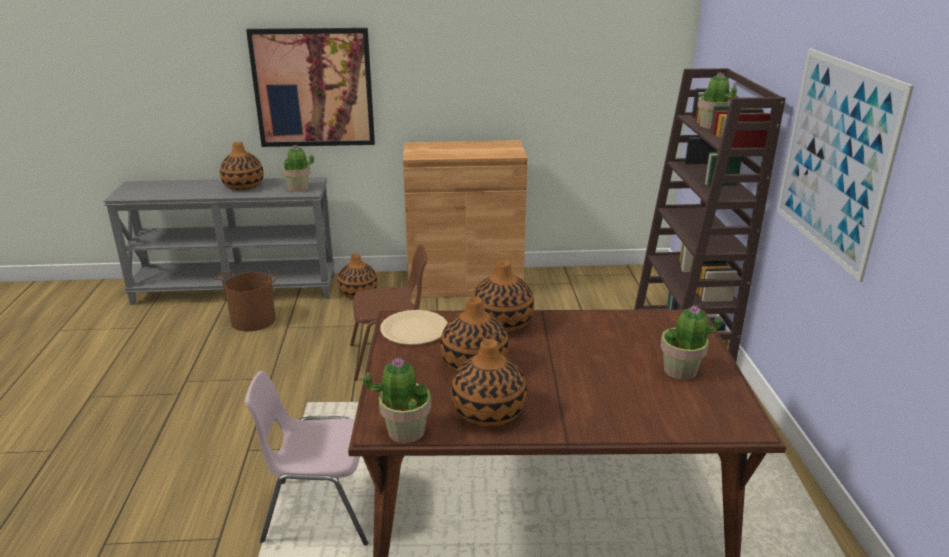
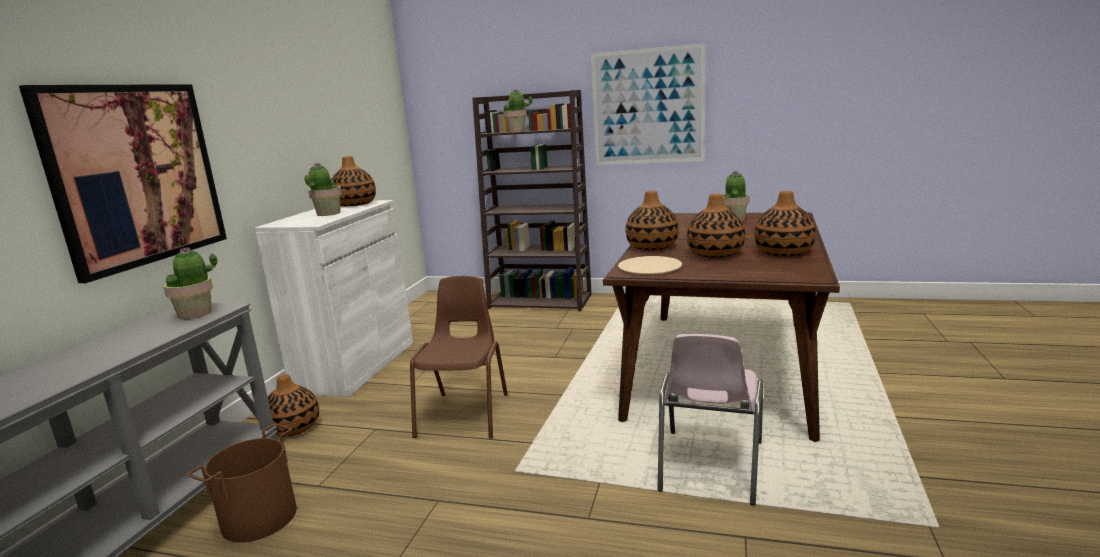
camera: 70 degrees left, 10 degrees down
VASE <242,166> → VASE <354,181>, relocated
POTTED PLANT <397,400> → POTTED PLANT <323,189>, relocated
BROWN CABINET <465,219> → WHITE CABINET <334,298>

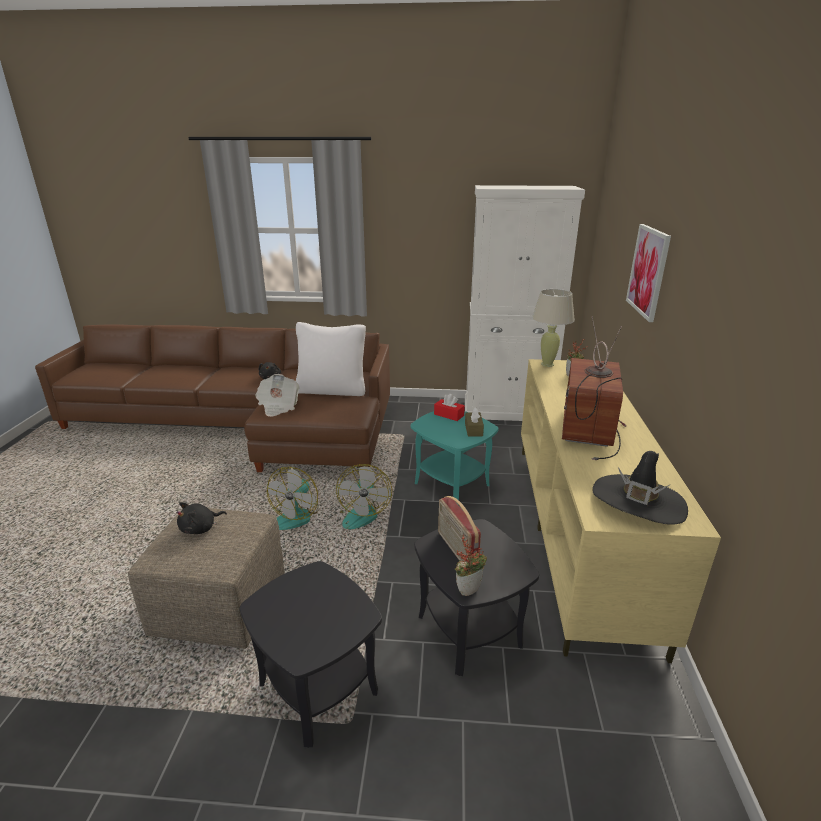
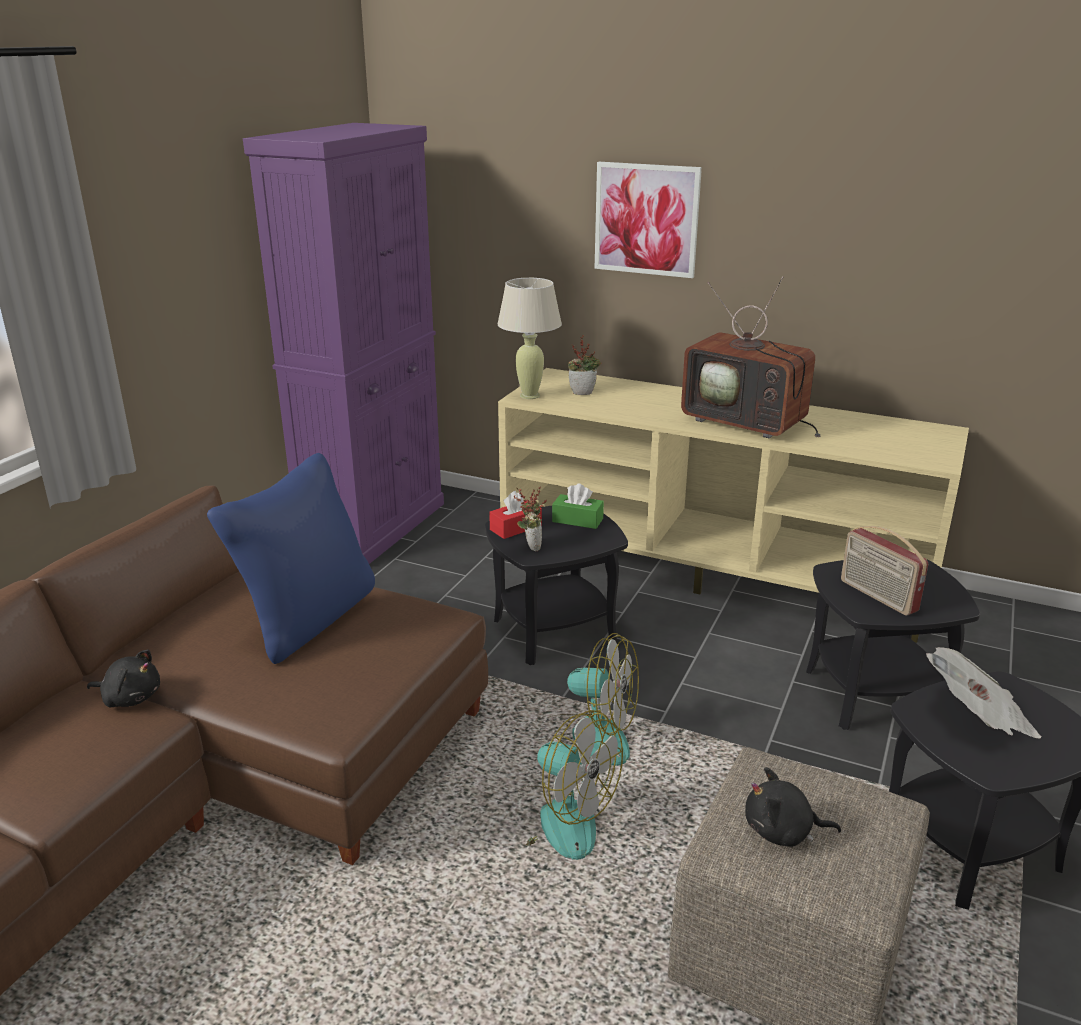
camera: 70 degrees left, 0 degrees up
BLACK HAT <640,488> → -
NEWSPAPER <277,395> → NEWSPAPER <983,692>, relocated
POTTED PLANT <471,565> → POTTED PLANT <530,519>, relocated
WHITE PILLOW <331,359> → BLUE PILLOW <291,558>
TURQUOISE SIDE TABLE <454,458> → BLACK SIDE TABLE <556,585>
WHITE CABINET <525,303> → PURPLE CABINET <343,343>
BROWN TISSUE BOX <474,422> → GREEN TISSUE BOX <578,506>
BLACK PLUSH TOY <201,518> → BLACK PLUSH TOY <793,807>, 120 degrees clockwise
RADIO <459,528> → RADIO <884,570>, 60 degrees clockwise

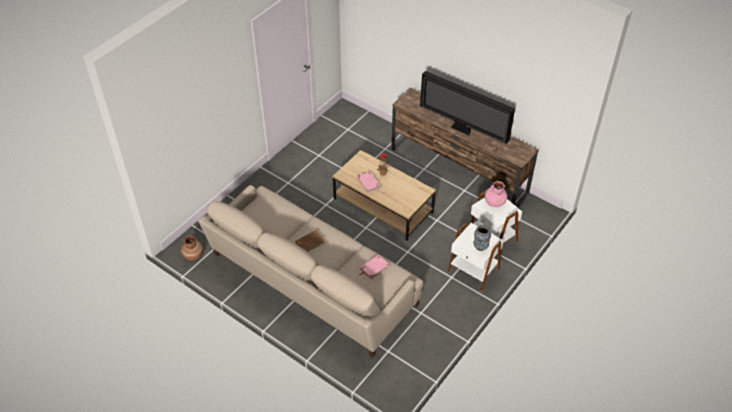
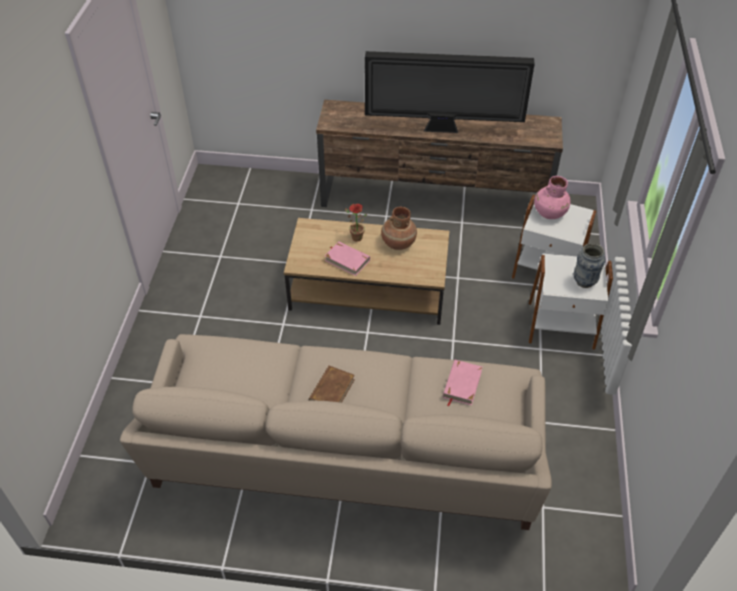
camera: 30 degrees left, 0 degrees up
BROWN VASE <192,248> → BROWN VASE <399,228>, relocated

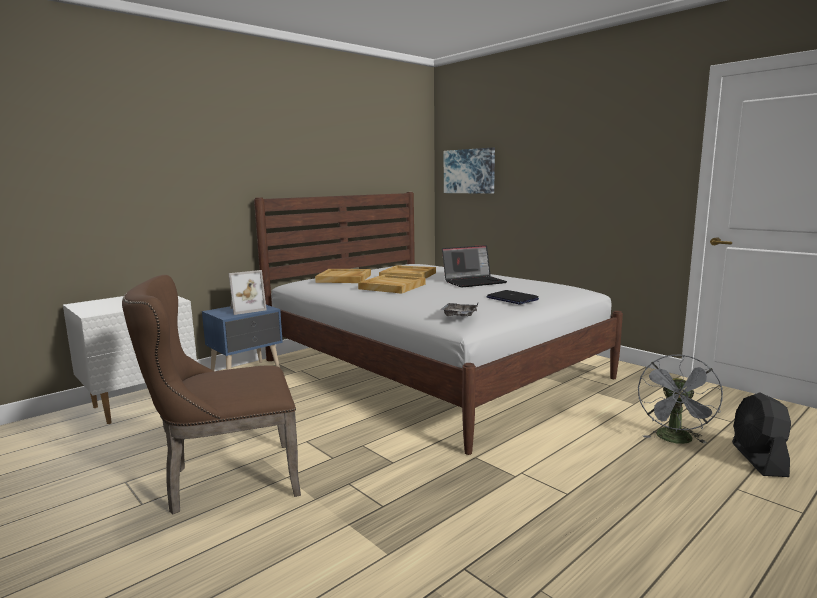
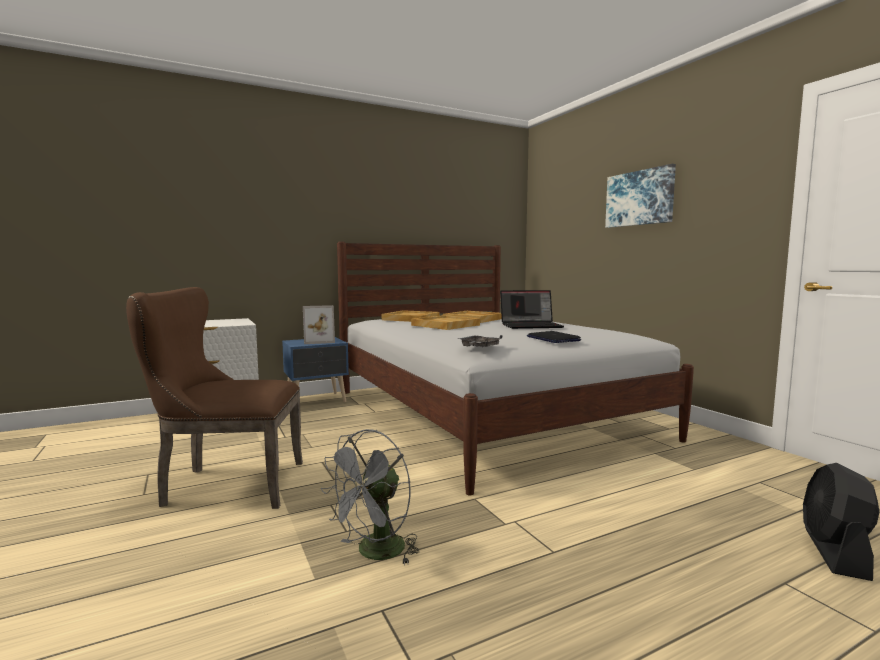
camera: 15 degrees right, 5 degrees down
PICTURE <469,171> → PICTURE <640,196>, relocated
GREY FAN <680,399> → GREY FAN <370,497>, relocated

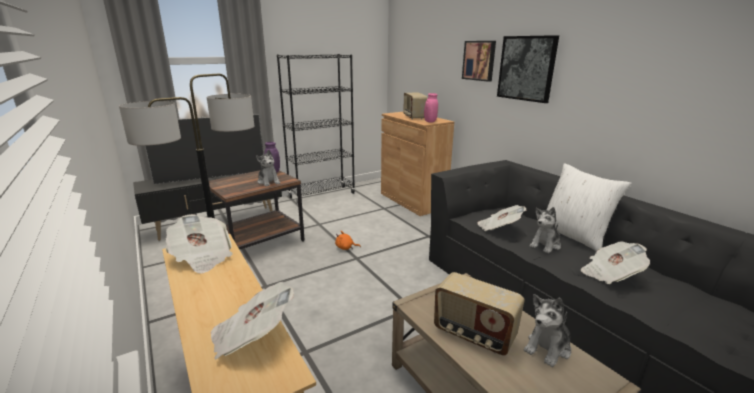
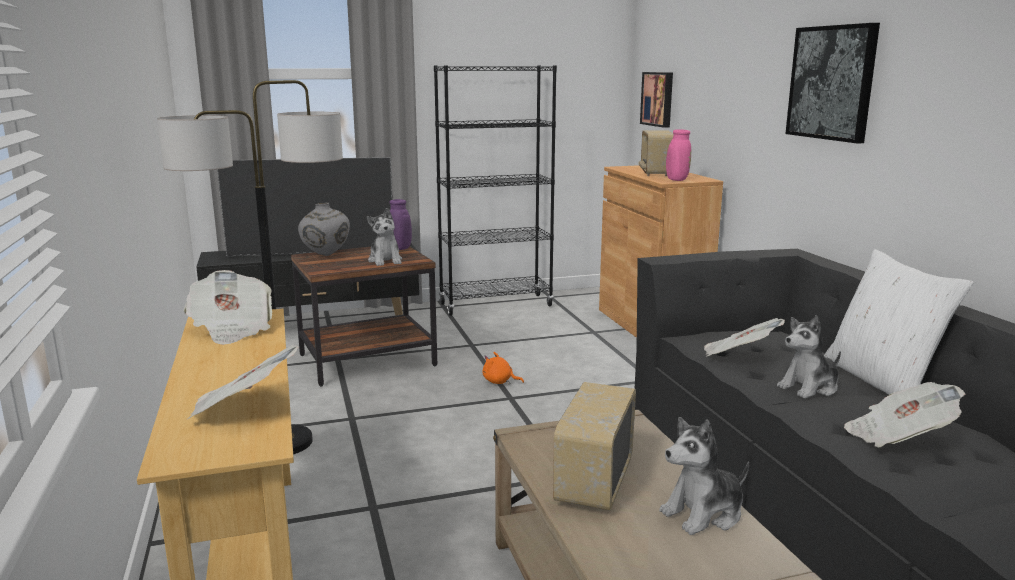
camera: 15 degrees right, 5 degrees down
- → GREY VASE <324,229>
PICTURE <479,61> → PICTURE <656,100>, relocated
RADIO <479,313> → RADIO <594,446>, 60 degrees clockwise

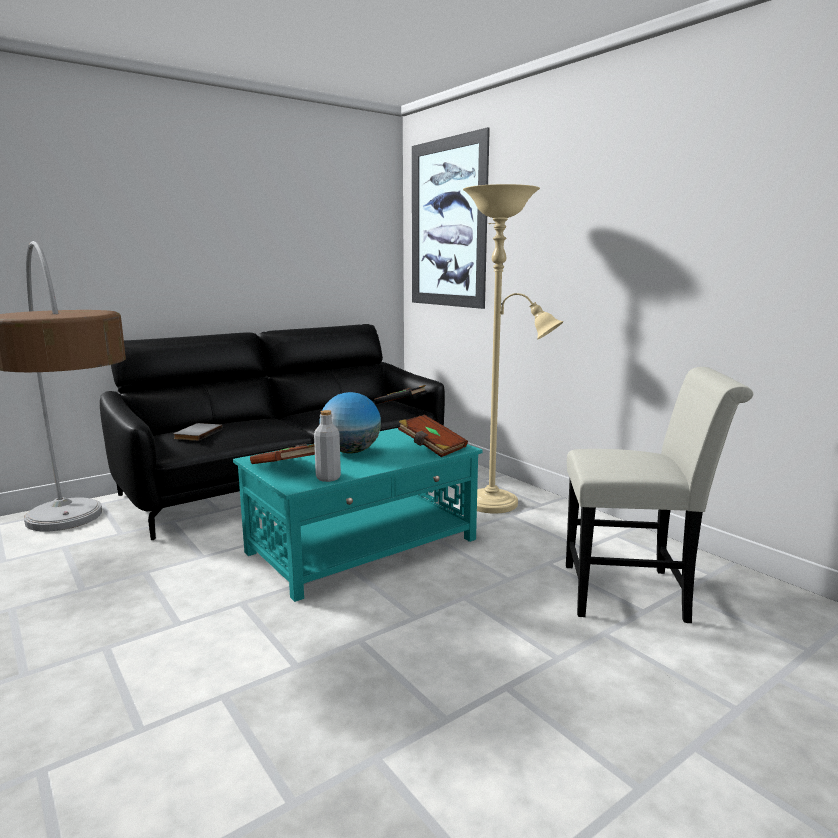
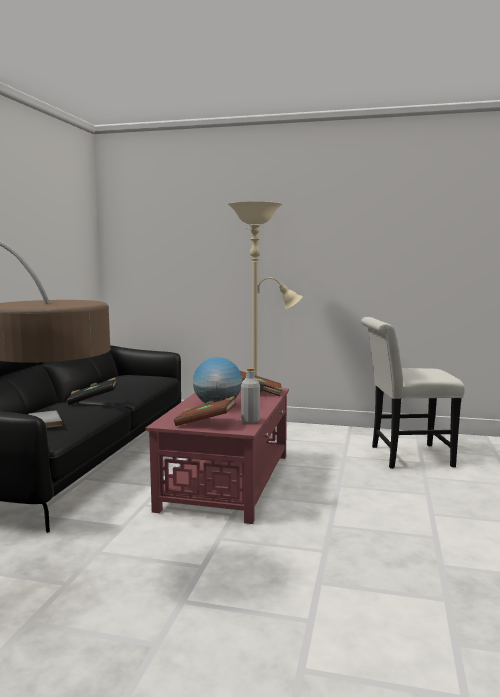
camera: 40 degrees left, 5 degrees down
PICTURE <451,218> → -
BLACK BOOK <400,394> → BLACK BOOK <92,391>, relocated
TURQUOISE COFFEE TABLE <358,515> → RED COFFEE TABLE <217,456>
WHITE CHAIR <659,495> → WHITE CHAIR <413,393>, 150 degrees counterclockwise

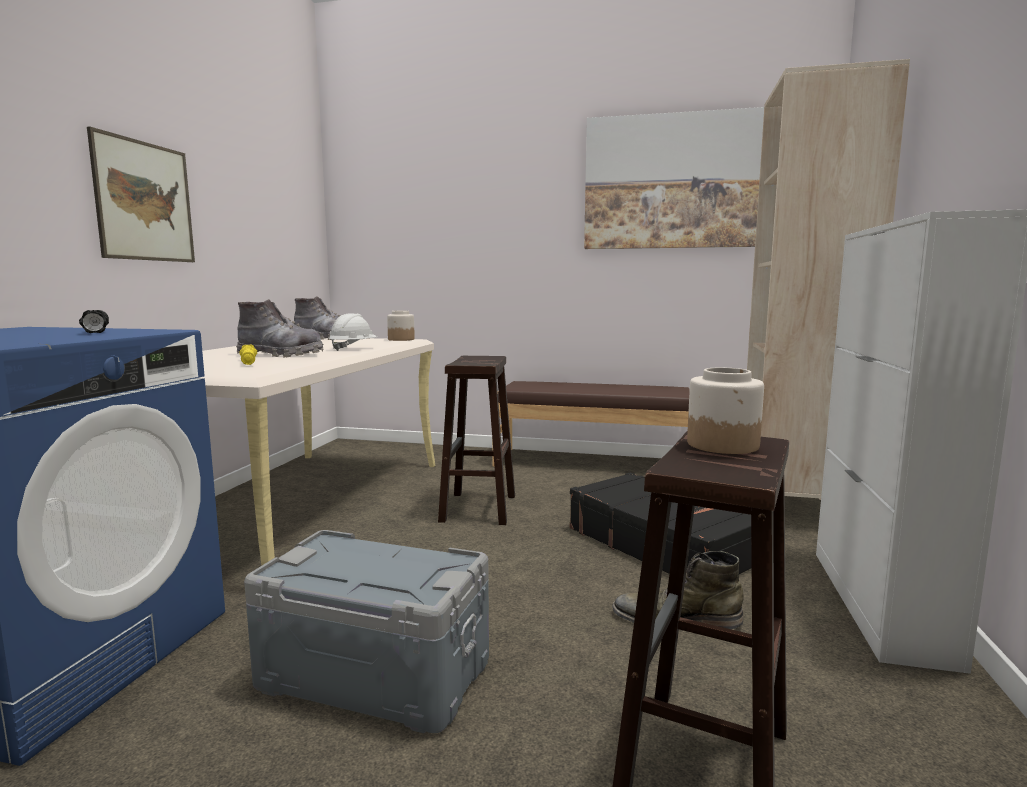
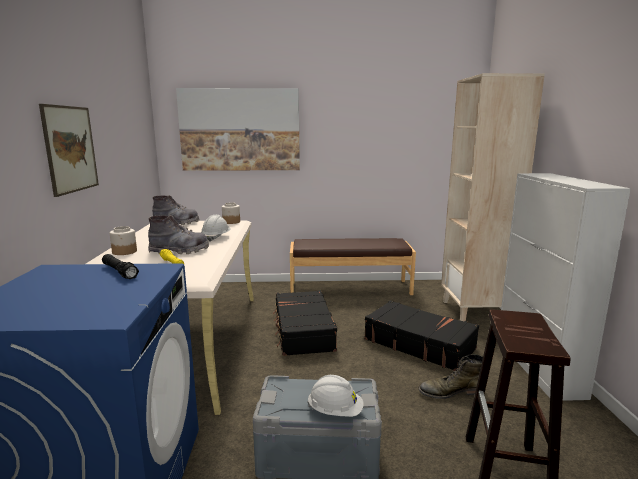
camera: 15 degrees left, 5 degrees up
- → WHITE HARD HAT <335,396>
PICTURE <674,178> → PICTURE <238,129>, relocated
JAR <725,410> → JAR <123,240>, relocated
BROWN STOOL <476,440> → BLACK SUITCASE <305,323>

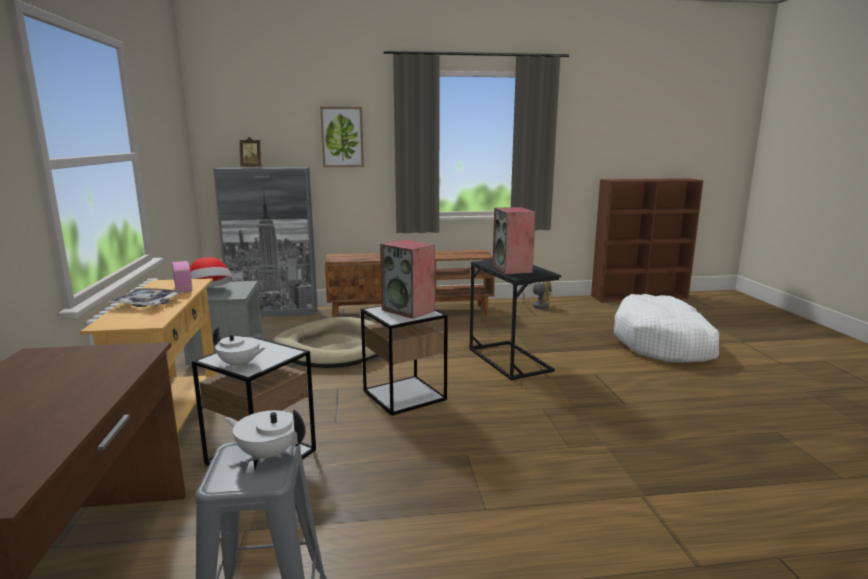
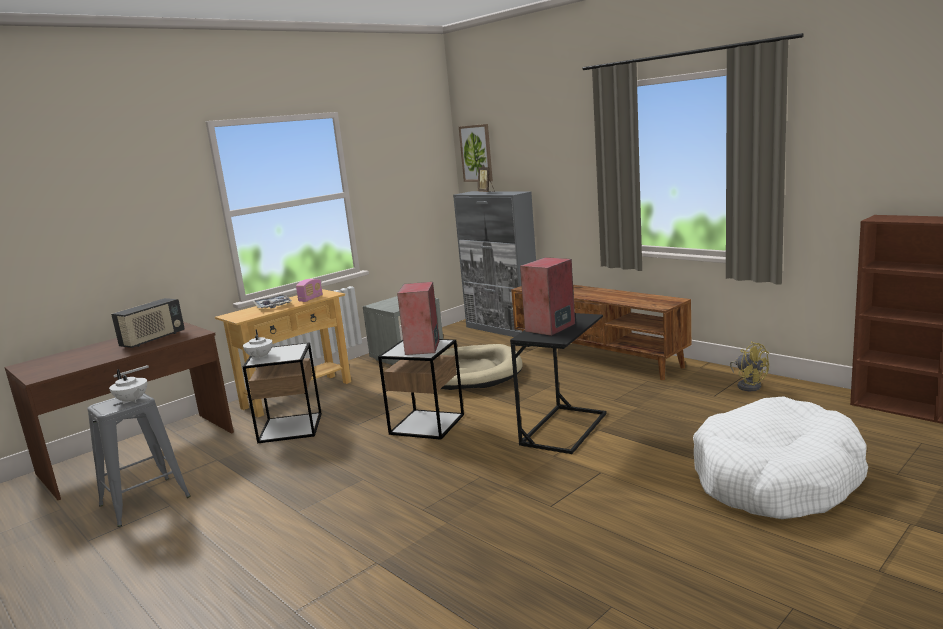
camera: 55 degrees right, 0 degrees up
HAT <211,272> → -
- → RADIO <148,323>
PICTURE <342,136> → PICTURE <476,153>, relocated
WHITE TEAPOT <265,436> → WHITE TEAPOT <128,386>, 150 degrees clockwise

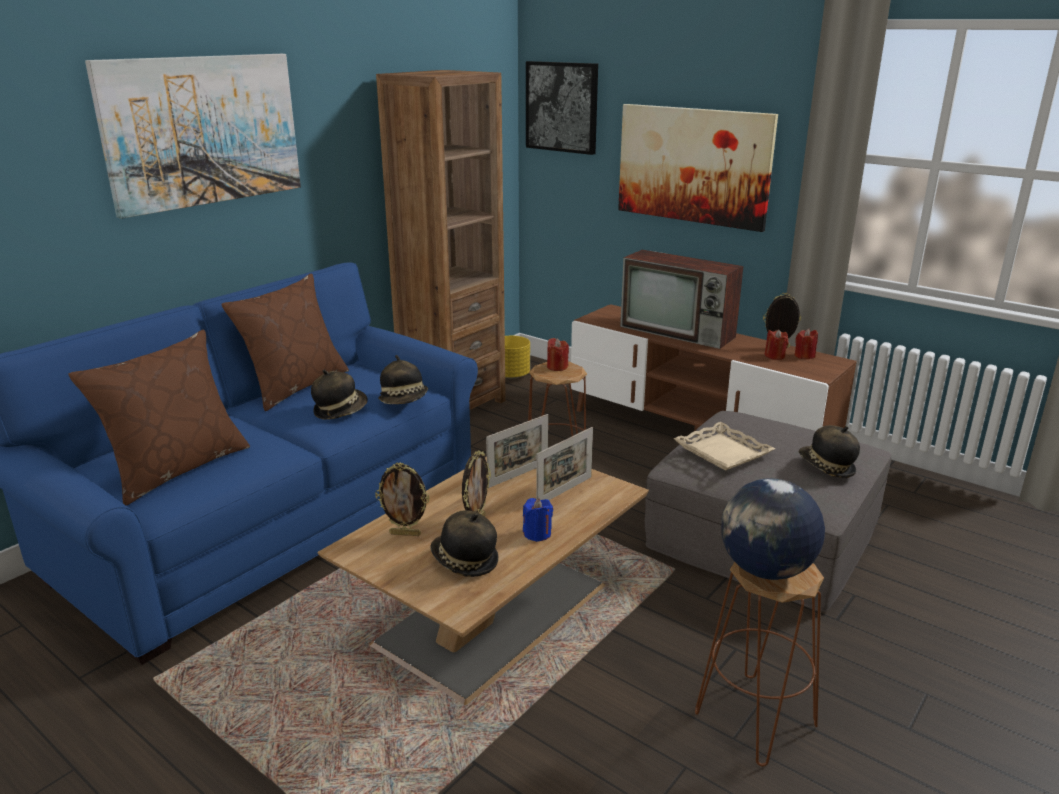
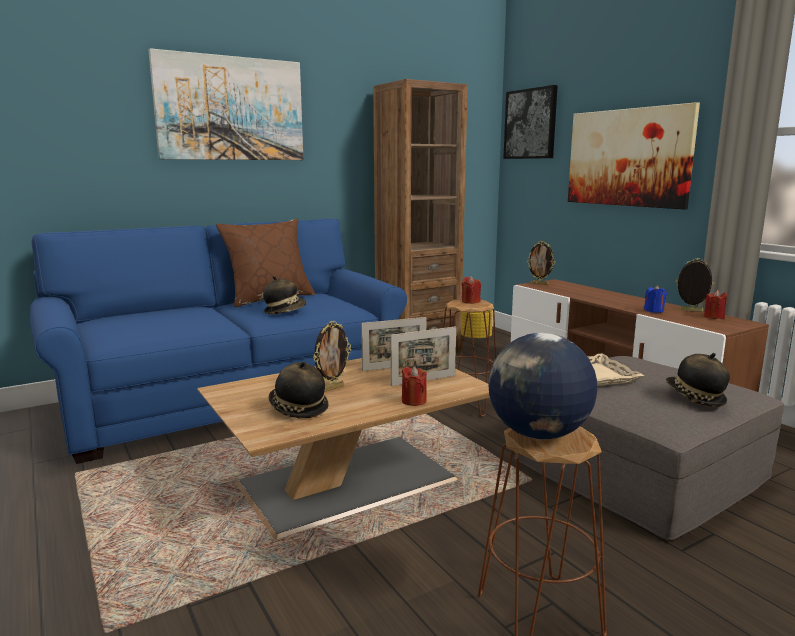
camera: 20 degrees right, 10 degrees down
BROWN PILLOW <159,417> → -
HAT <403,379> → -
TELEVISION <681,299> → -
PICTURE FRAME <402,499> → PICTURE FRAME <541,263>, relocated
BLUE CANDLE <538,520> → BLUE CANDLE <655,299>, relocated
RED CANDLE <776,344> → RED CANDLE <414,386>, relocated

